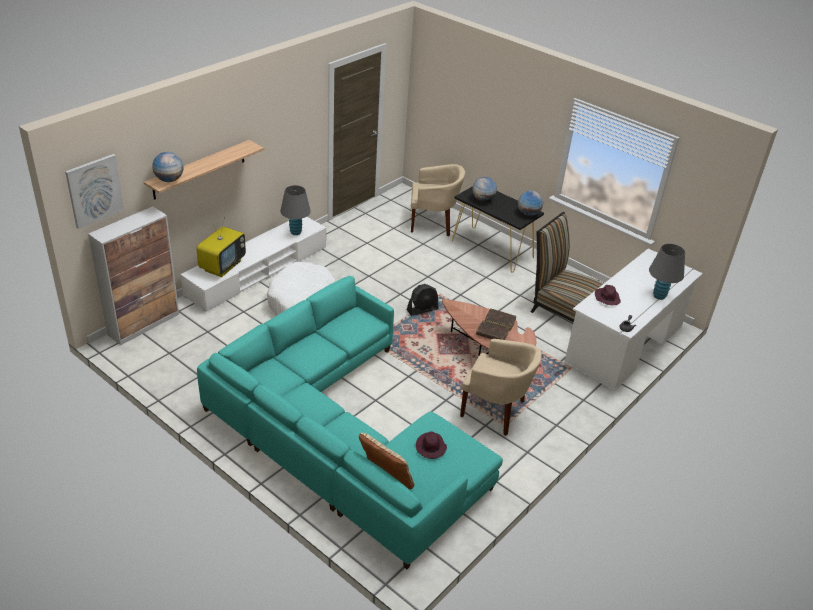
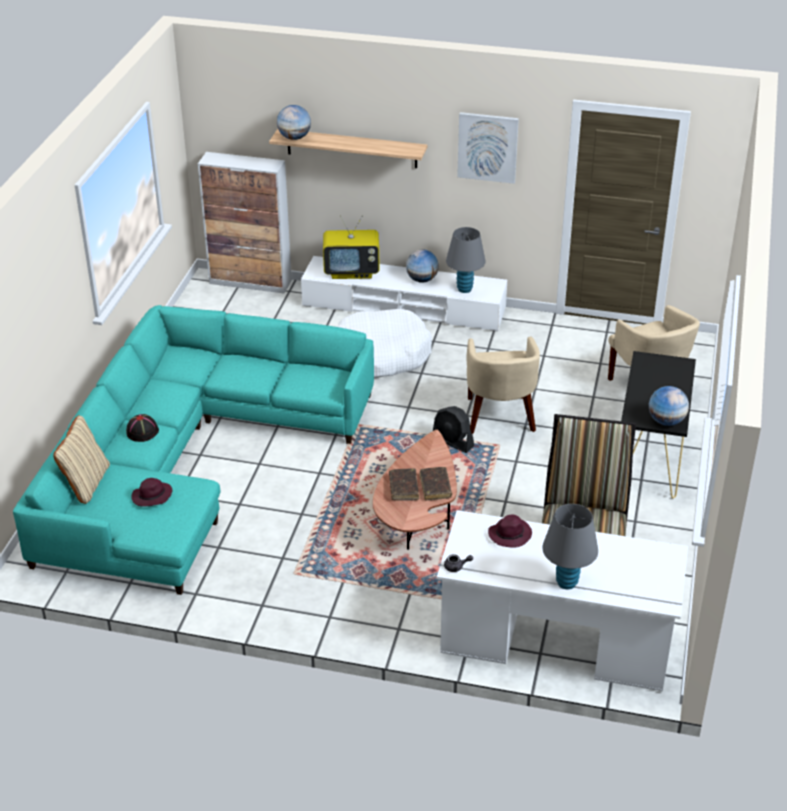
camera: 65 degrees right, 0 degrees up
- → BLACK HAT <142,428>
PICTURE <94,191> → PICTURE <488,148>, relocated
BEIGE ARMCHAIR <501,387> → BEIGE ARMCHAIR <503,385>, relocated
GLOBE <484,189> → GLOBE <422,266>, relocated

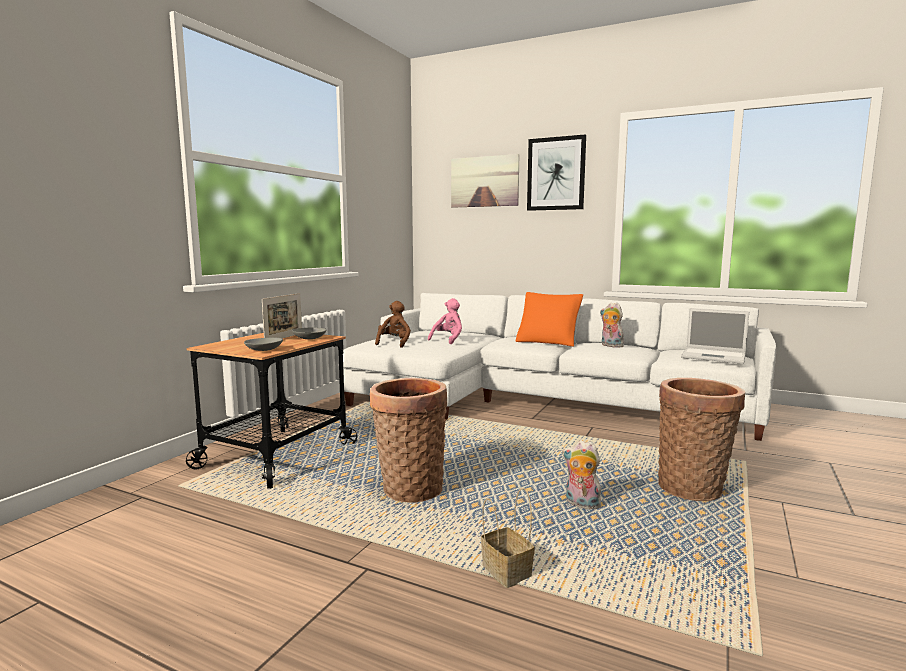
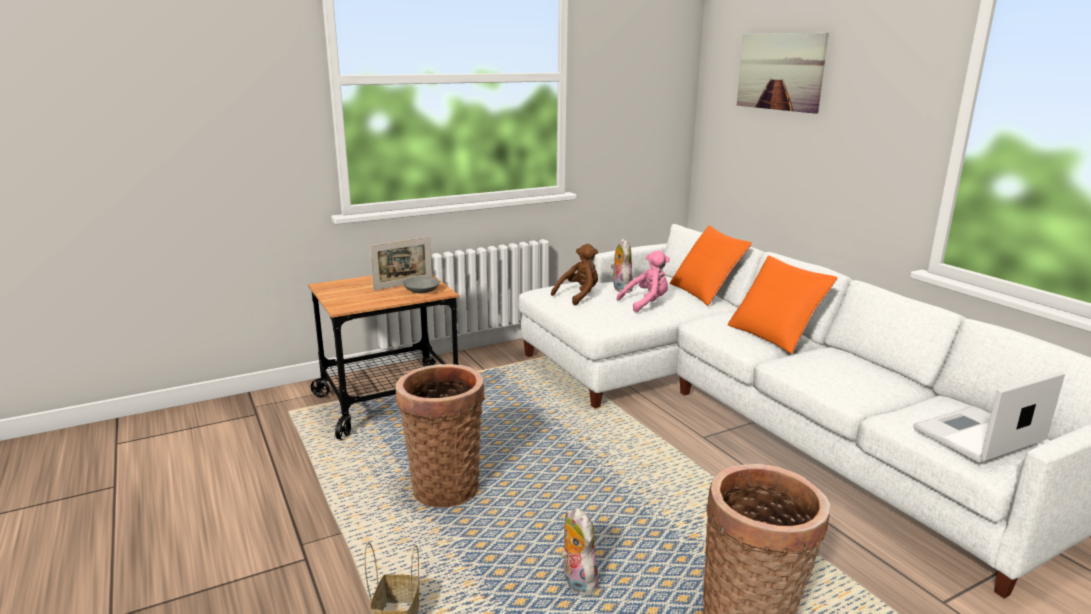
camera: 35 degrees right, 10 degrees up
GREY BOWL <263,344> → -
PICTURE <556,172> → -
- → ORANGE PILLOW <711,266>
PLUSH TOY <612,325> → PLUSH TOY <622,265>, relocated
LAPTOP <715,336> → LAPTOP <989,417>, 90 degrees clockwise

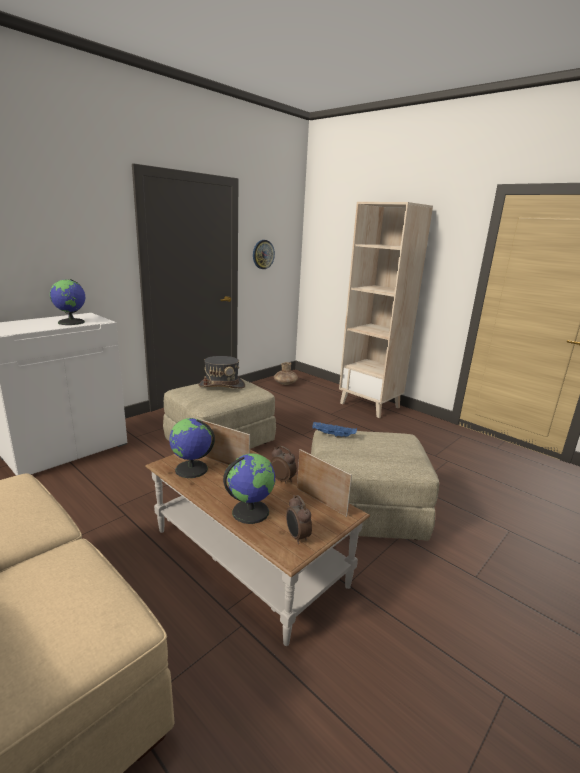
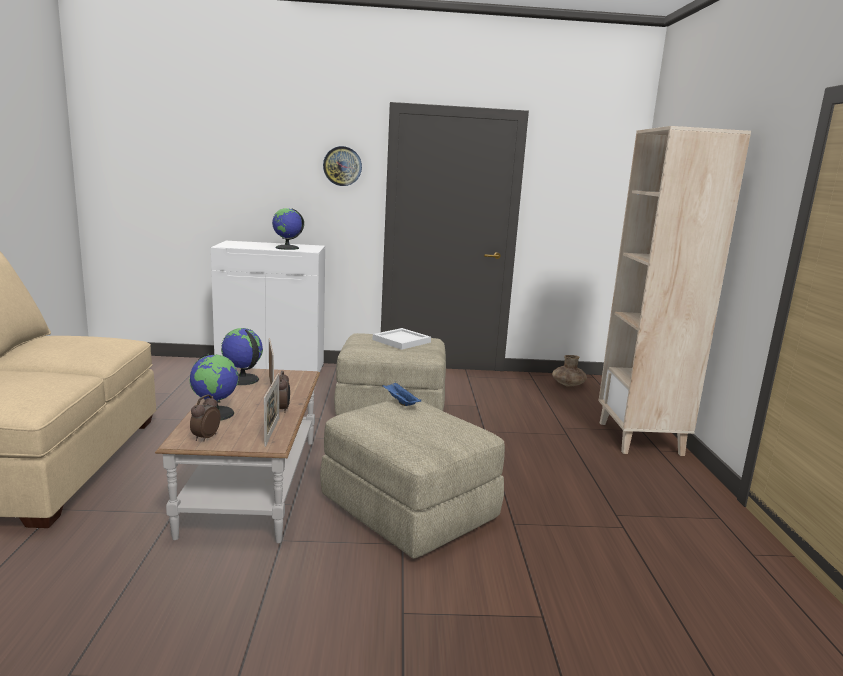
camera: 45 degrees right, 5 degrees down
WALL CLOCK <264,254> → WALL CLOCK <342,166>, relocated
GREY HAT <221,372> → WHITE TRAY <402,339>

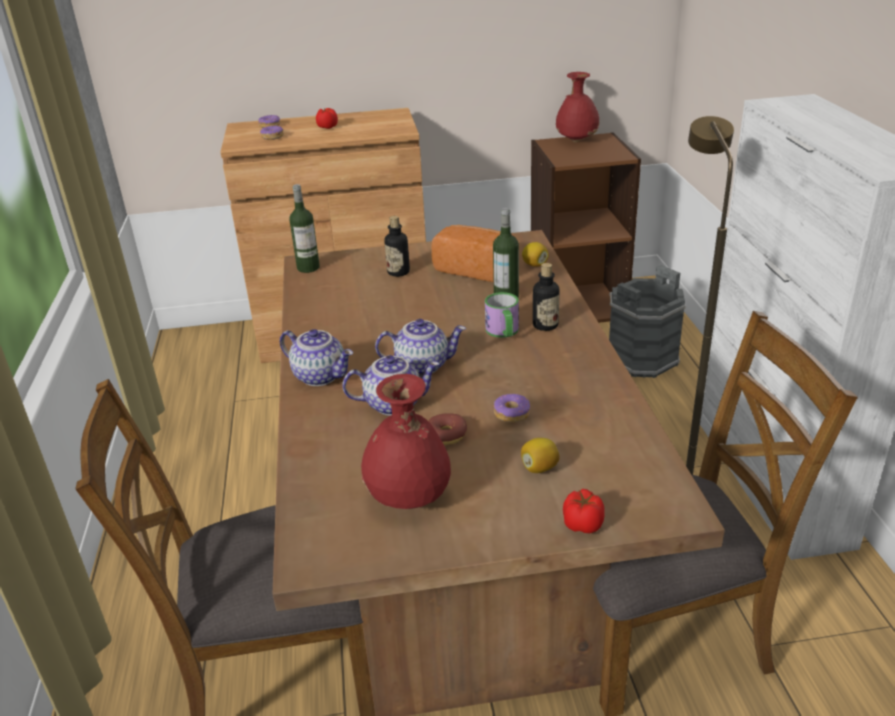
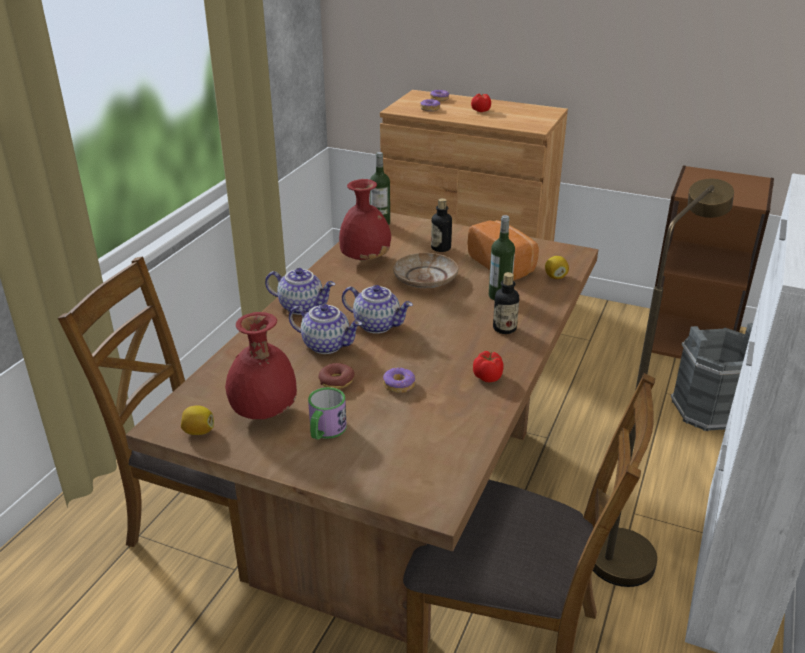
camera: 30 degrees right, 0 degrees up
- → BEIGE PLATE <425,270>
MUG <502,315> → MUG <327,413>, relocated
LEMON <540,455> → LEMON <197,420>, relocated
RED VASE <577,107> → RED VASE <365,220>, relocated
TOMATO <584,511> → TOMATO <488,366>, relocated
TEAPOT <316,357> → TEAPOT <300,291>, 45 degrees counterclockwise

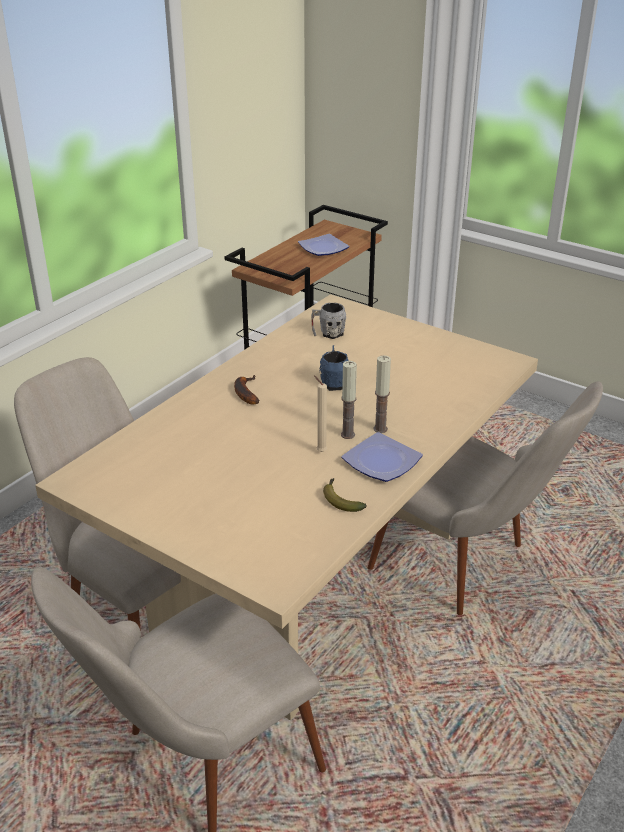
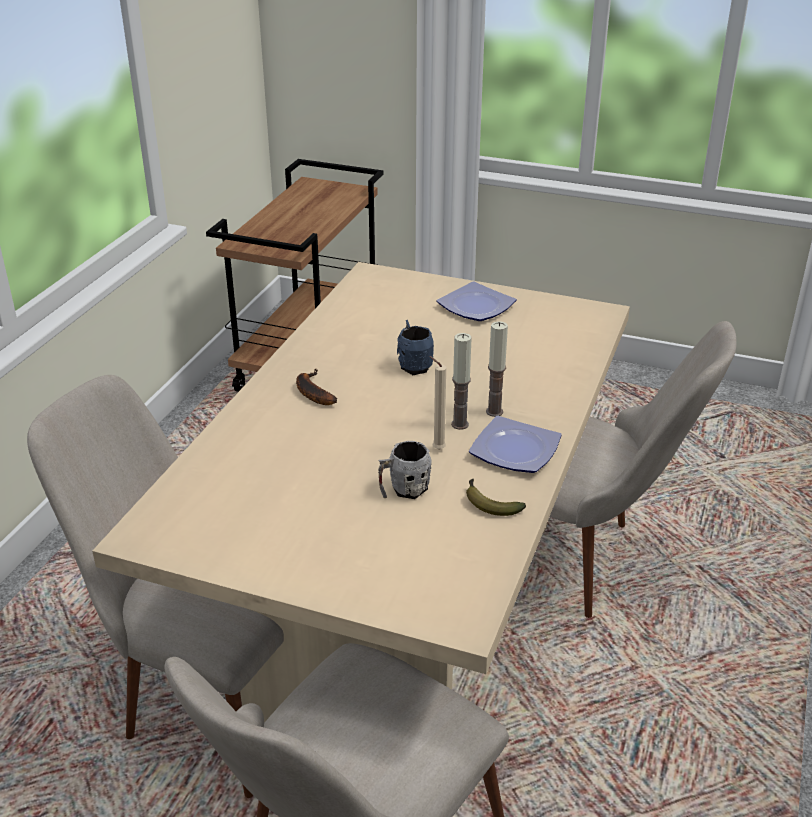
camera: 15 degrees left, 0 degrees up
PLATE <324,245> → PLATE <476,301>, relocated
GREY MUG <328,321> → GREY MUG <405,470>, relocated

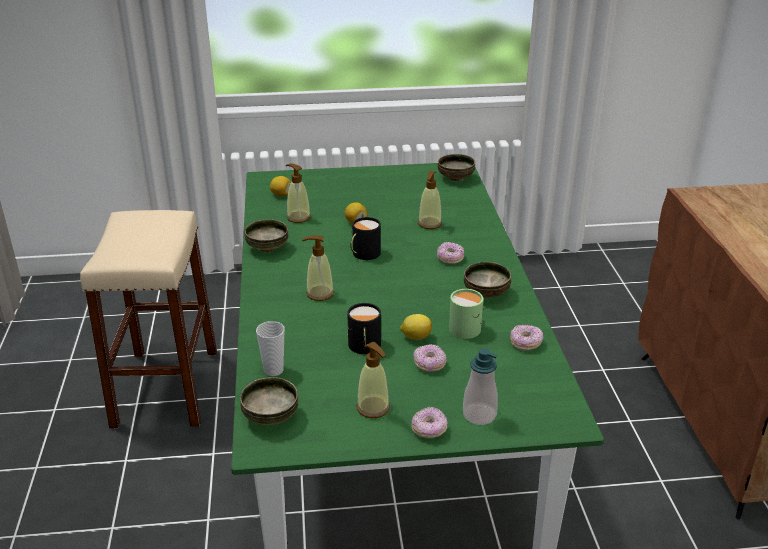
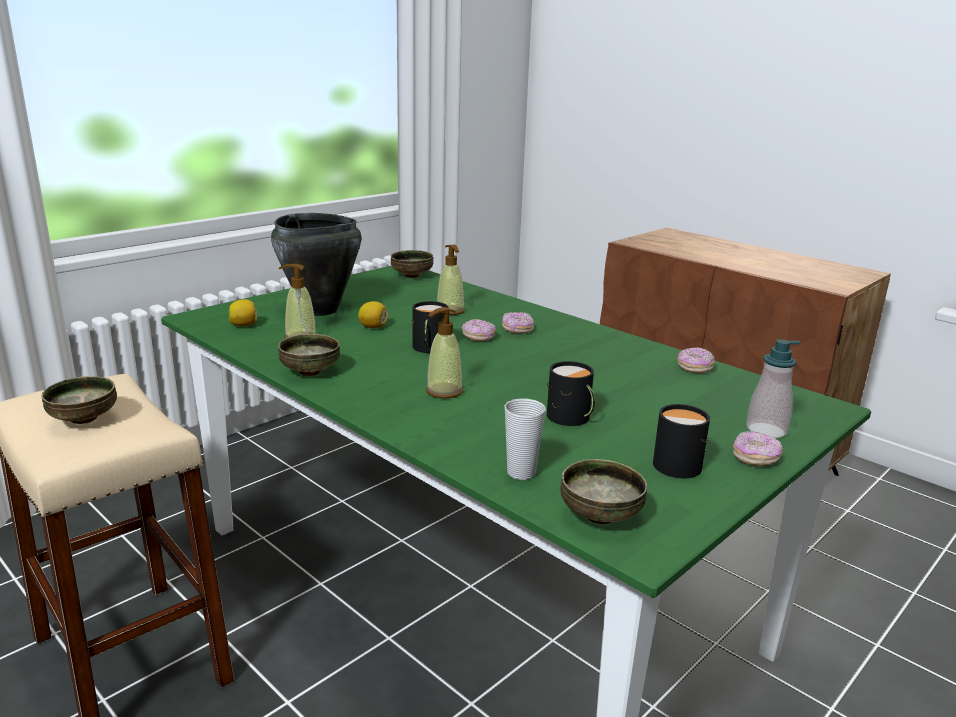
camera: 40 degrees left, 10 degrees down
LEMON <416,327> → -
GREEN MUG <466,314> → -
- → BLACK COOKING POT <316,264>
DONUT <430,358> → DONUT <479,330>, relocated
BOWL <487,280> → BOWL <79,400>, relocated
SOAP DISPENSER <373,380> → BLACK MUG <681,441>

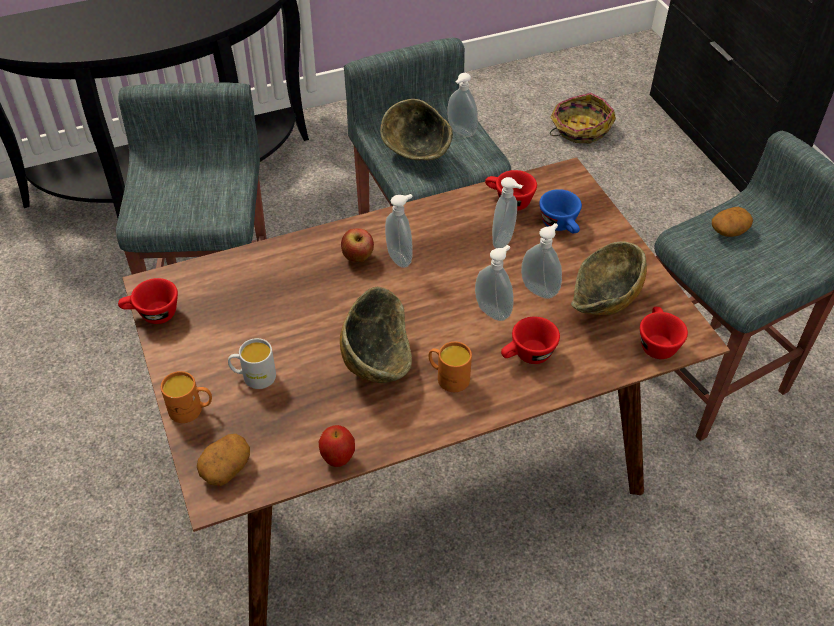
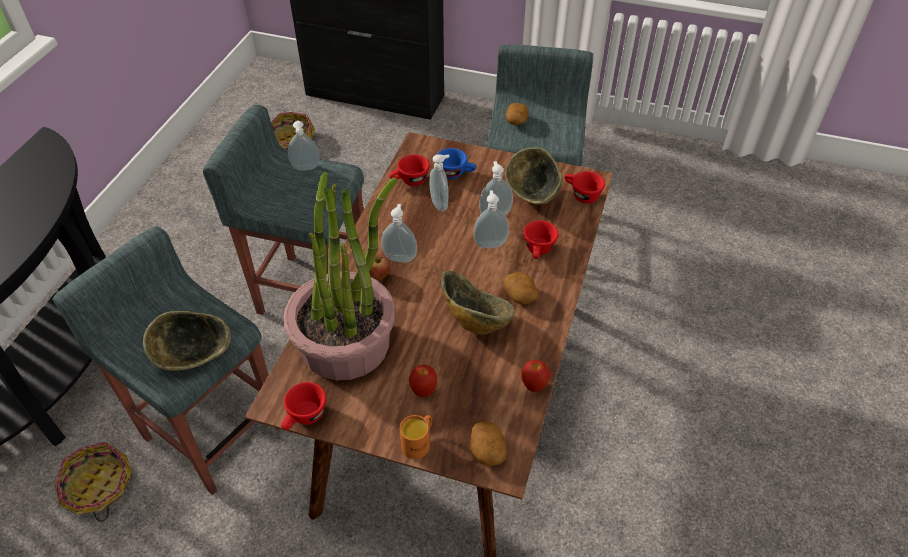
camera: 50 degrees left, 0 degrees up
- → BASKET <93,482>
- → POTTED PLANT <340,276>
BOWL <416,129> → BOWL <187,341>, relocated
WHITE MUG <252,363> → APPLE <423,381>
ORANGE MUG <450,367> → POTATO <520,288>

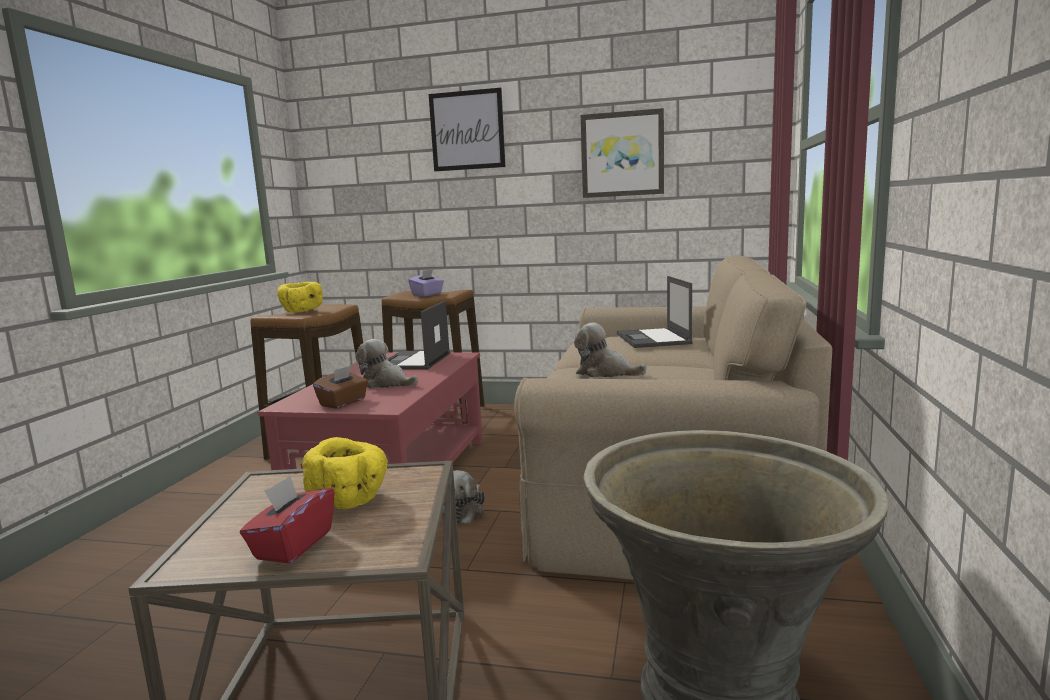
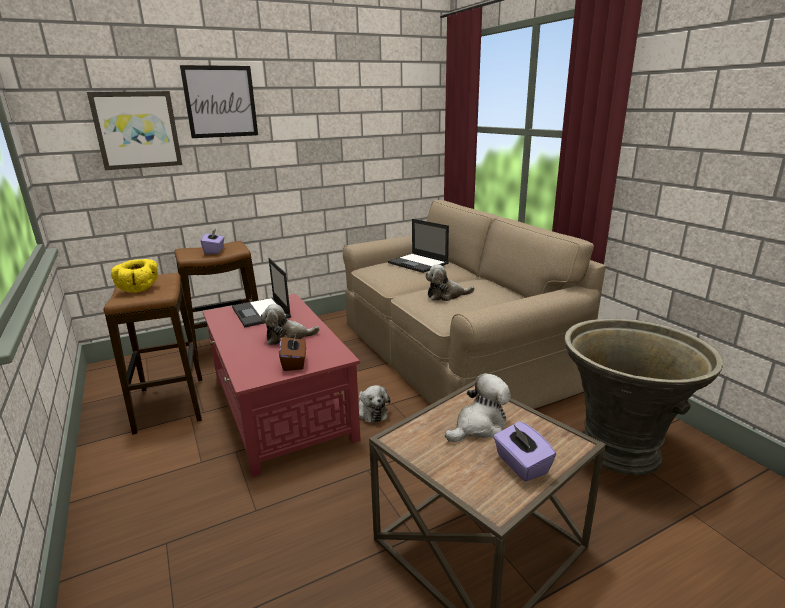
camera: 40 degrees left, 10 degrees up
PICTURE <622,153> → PICTURE <134,130>, relocated
YELLOW BOWL <345,473> → PLUSH TOY <478,407>
RED TISSUE BOX <287,520> → PURPLE TISSUE BOX <524,451>

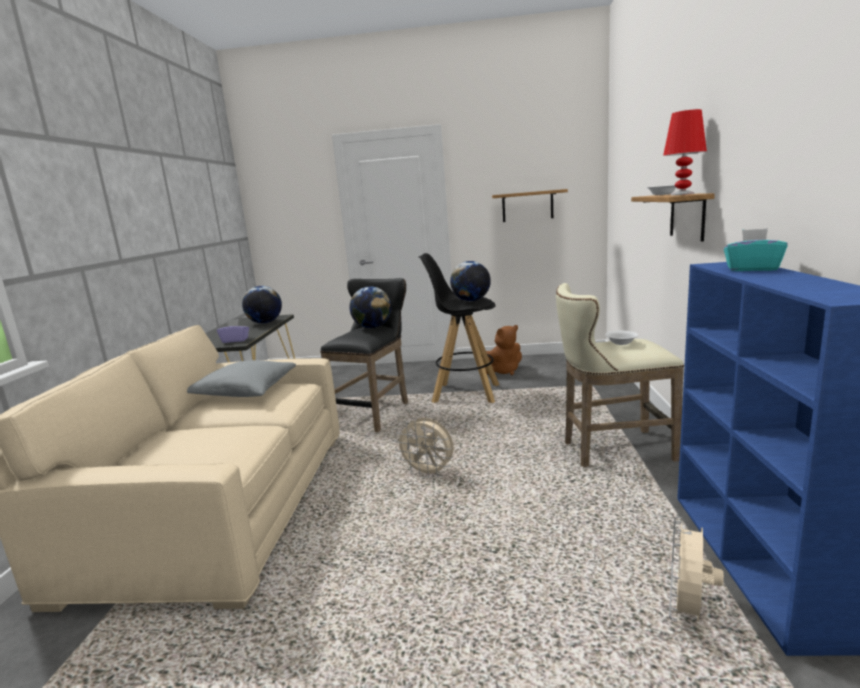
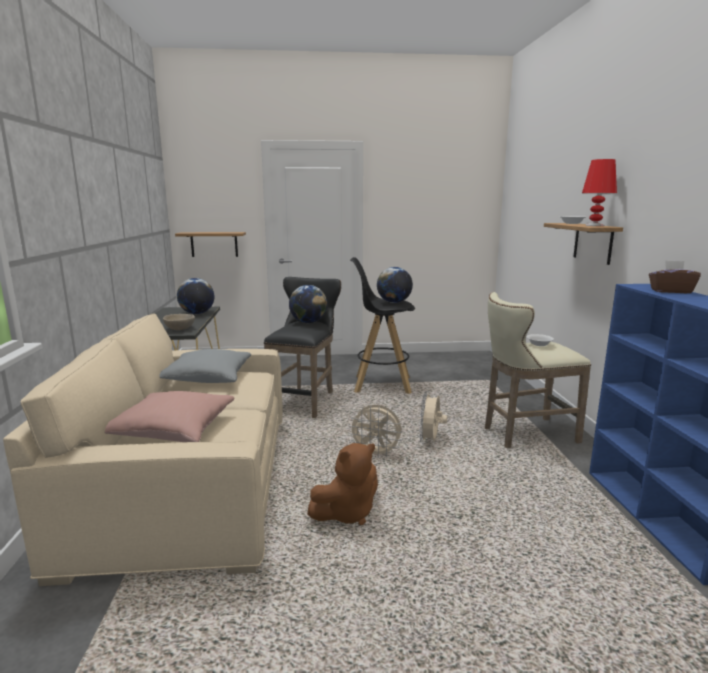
camera: 10 degrees left, 0 degrees up
- → PINK PILLOW <169,416>
BROWN PLUSH TOY <503,350> → BROWN PLUSH TOY <342,484>, relocated
SHELF <530,205> → SHELF <210,244>, relocated
BEIGE FAN <696,569> → BEIGE FAN <433,417>, relocated
PURPLE TISSUE BOX <233,331> → BEIGE BOWL <179,322>
TURQUOISE TISSUE BOX <756,249> → BROWN TISSUE BOX <675,276>

